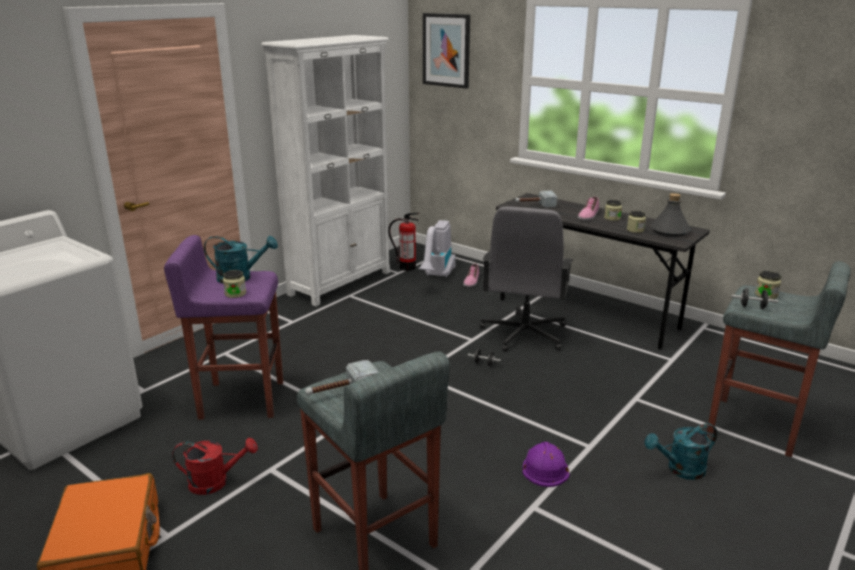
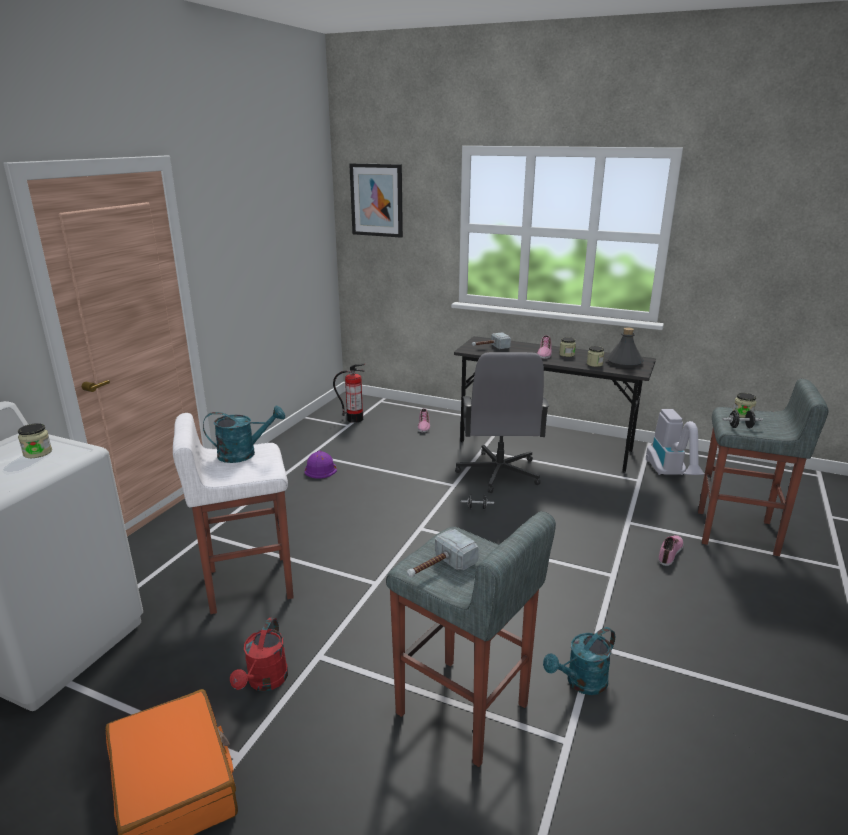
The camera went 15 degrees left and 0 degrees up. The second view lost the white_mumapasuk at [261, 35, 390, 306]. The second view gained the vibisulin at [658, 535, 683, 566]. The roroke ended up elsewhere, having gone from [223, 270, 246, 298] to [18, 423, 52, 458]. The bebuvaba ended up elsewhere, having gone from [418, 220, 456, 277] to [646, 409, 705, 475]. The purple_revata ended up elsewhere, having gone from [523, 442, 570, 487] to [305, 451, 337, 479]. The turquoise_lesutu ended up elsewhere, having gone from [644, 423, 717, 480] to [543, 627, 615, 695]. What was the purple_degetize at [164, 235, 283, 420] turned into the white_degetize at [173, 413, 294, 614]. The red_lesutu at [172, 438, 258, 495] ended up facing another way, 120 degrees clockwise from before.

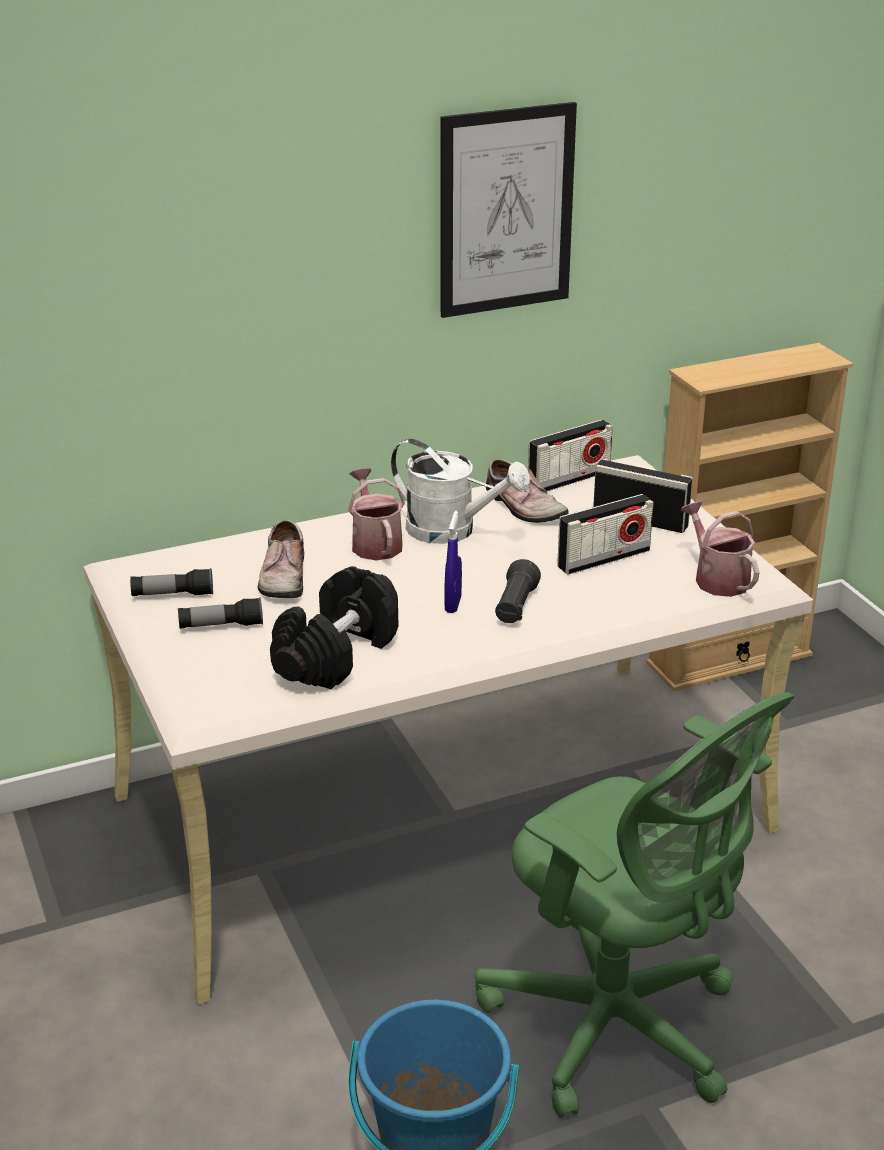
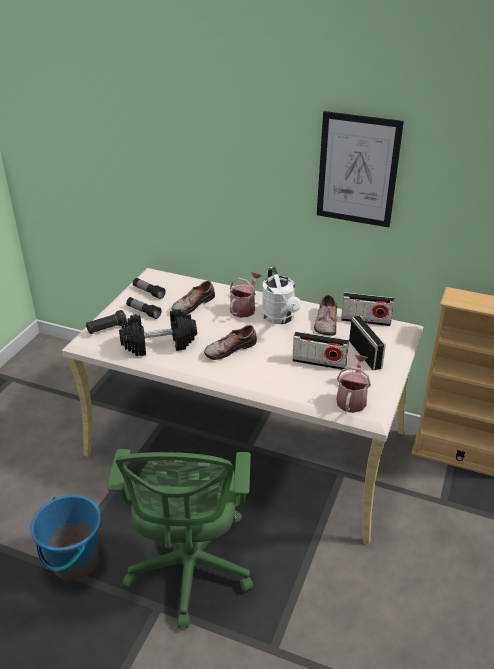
The camera went 45 degrees right and 5 degrees up. The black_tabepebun ended up elsewhere, having gone from [495, 559, 541, 623] to [86, 310, 127, 334]. Where the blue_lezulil stood at [444, 511, 462, 613], the vibisulin came to stand at [204, 325, 257, 360].

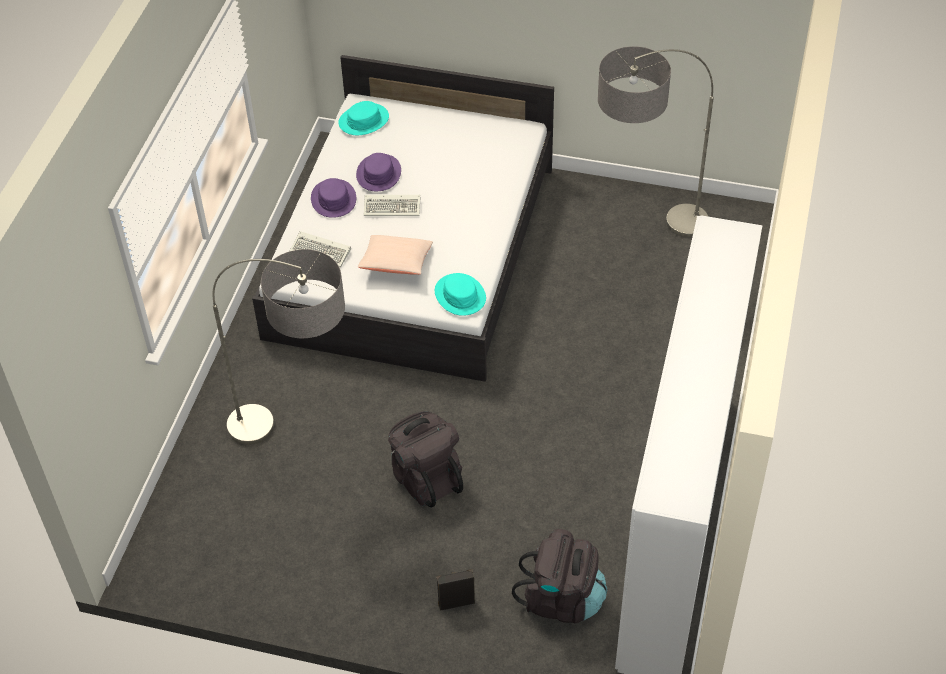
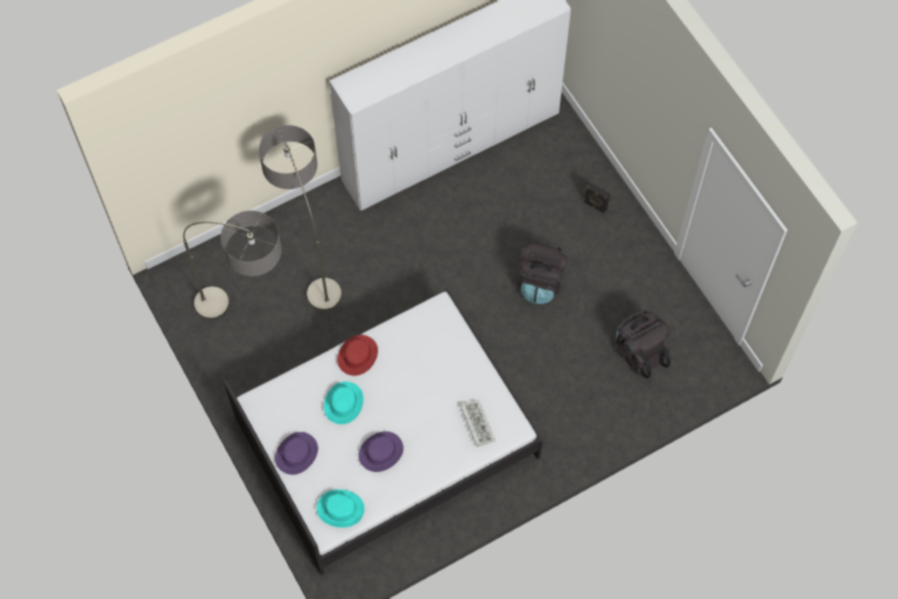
The camera went 135 degrees left and 15 degrees up. The second view lost the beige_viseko at [358, 235, 433, 275]. The second view lost the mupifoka at [364, 195, 420, 216]. The second view gained the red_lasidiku at [337, 335, 378, 376]. The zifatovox ended up elsewhere, having gone from [213, 249, 345, 445] to [259, 125, 342, 311]. The purple_lasidiku ended up elsewhere, having gone from [311, 178, 356, 218] to [275, 432, 318, 475]. The turquoise_lasidiku ended up elsewhere, having gone from [435, 273, 486, 316] to [324, 382, 364, 424]. The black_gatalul ended up elsewhere, having gone from [512, 529, 607, 623] to [616, 310, 670, 378].

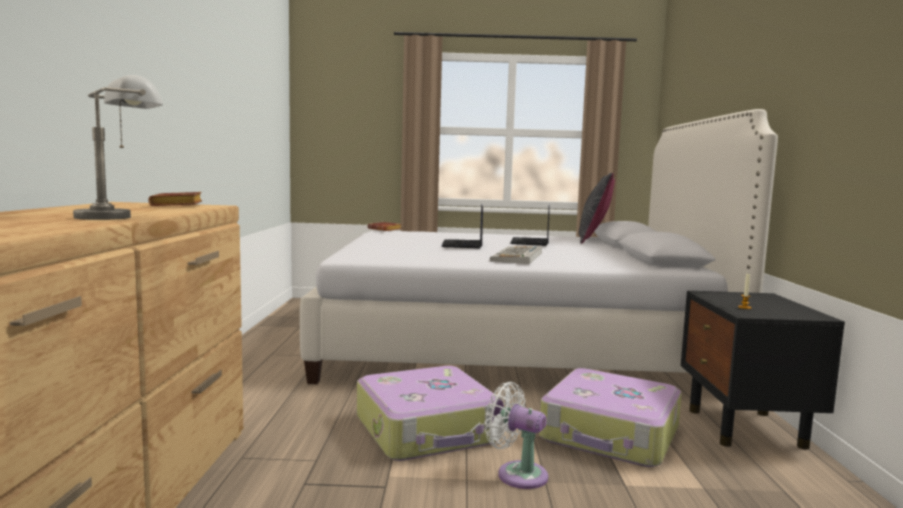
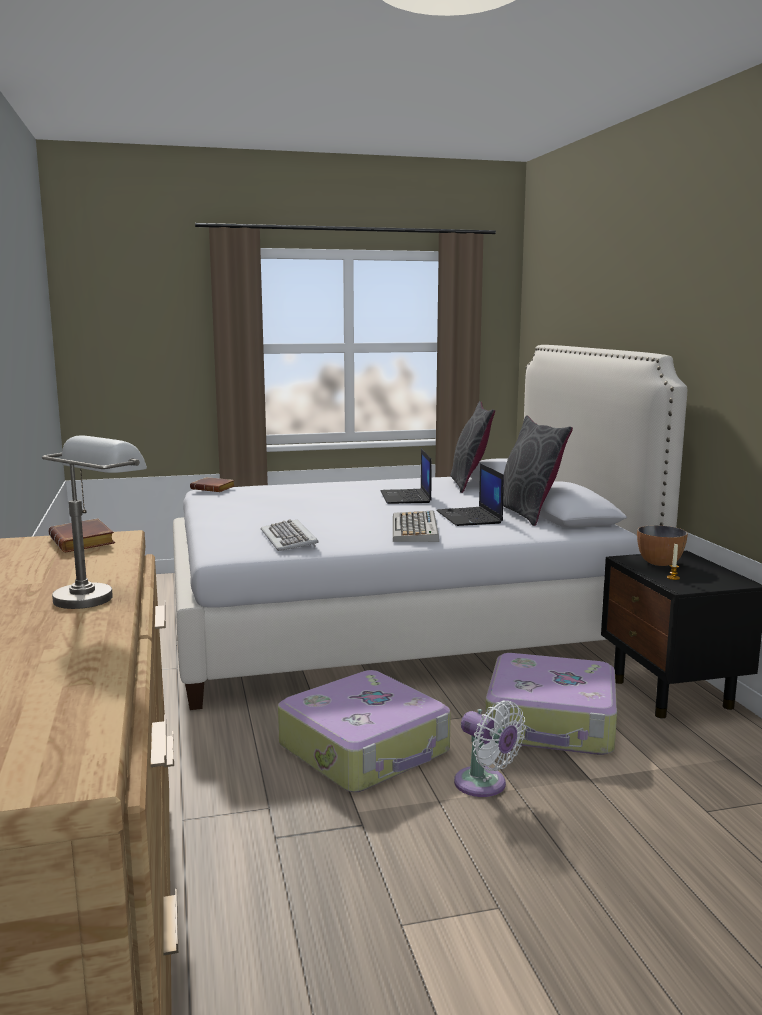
The camera went 15 degrees left and 5 degrees up. The second view gained the mupifoka at [261, 519, 319, 551]. The second view gained the grey_viseko at [503, 415, 573, 526]. The second view gained the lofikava at [637, 525, 688, 566]. The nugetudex ended up elsewhere, having gone from [441, 204, 483, 249] to [436, 463, 504, 526]. The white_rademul at [485, 382, 548, 489] ended up facing another way, 150 degrees counterclockwise from before.

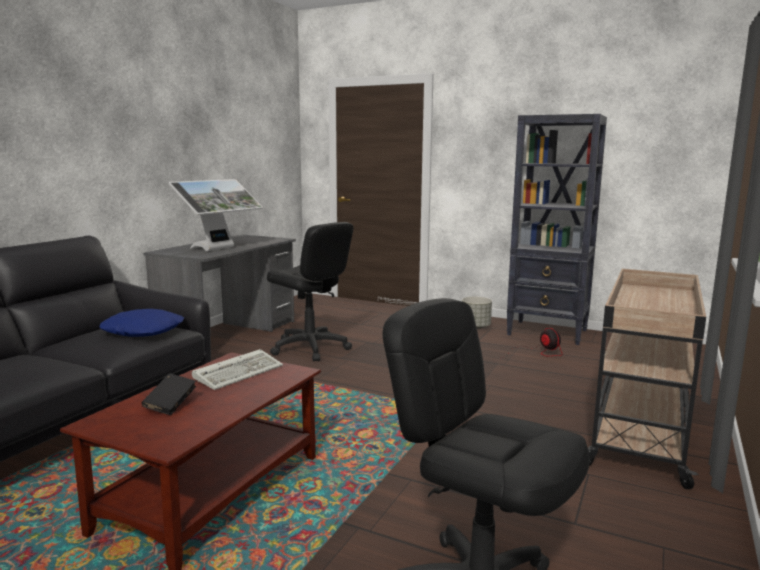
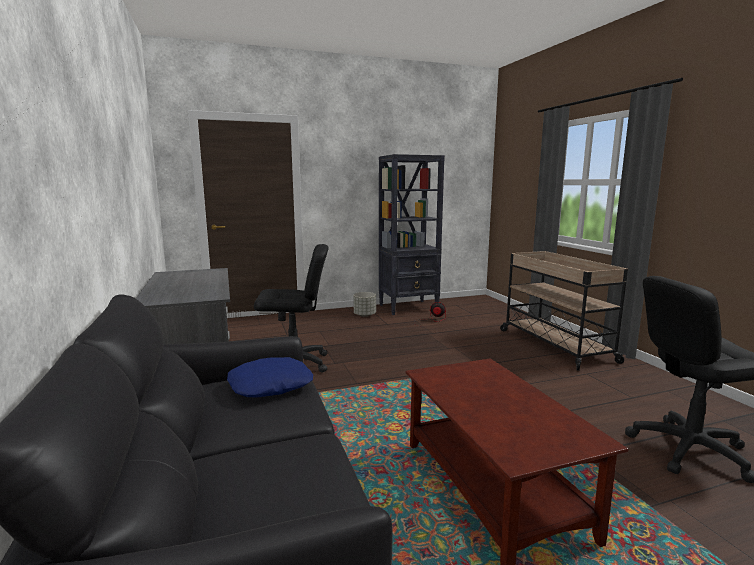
The camera went 45 degrees left and 0 degrees up. The second view lost the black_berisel at [142, 374, 196, 415]. The second view lost the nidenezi at [168, 179, 263, 251]. The second view lost the mupifoka at [192, 349, 283, 390].

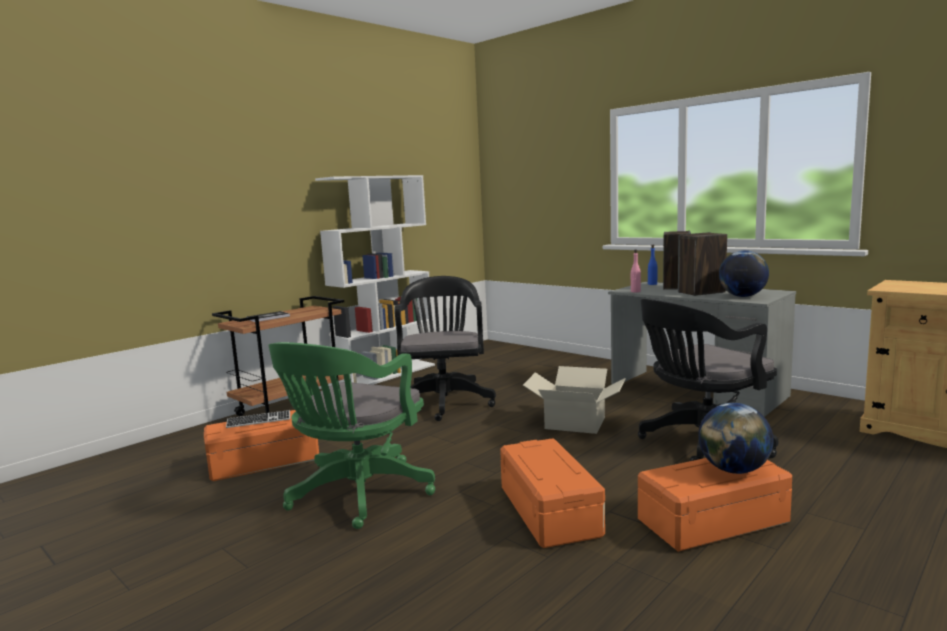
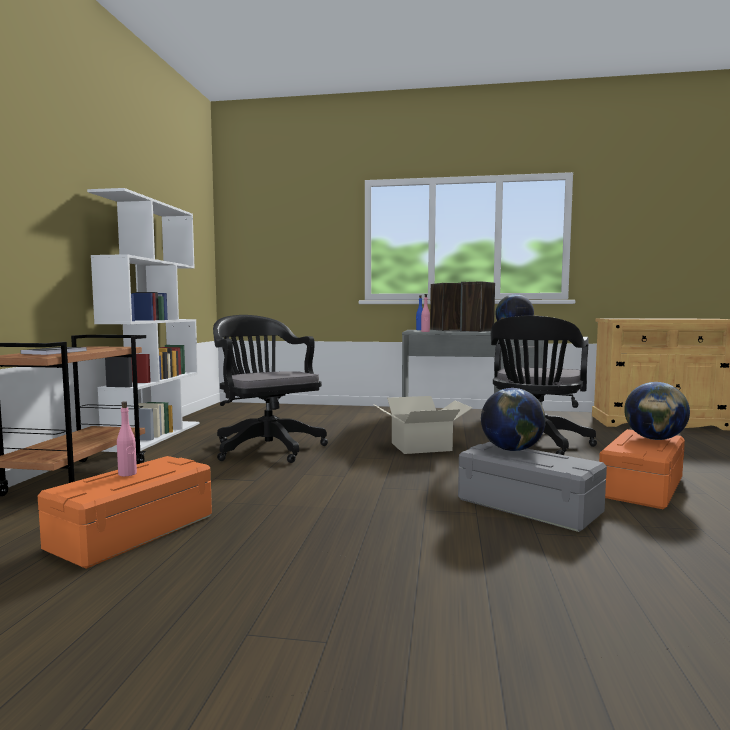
The camera went 35 degrees left and 5 degrees down. The second view lost the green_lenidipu at [268, 342, 435, 529]. The second view gained the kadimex at [481, 388, 546, 451]. Where the mupifoka stood at [226, 410, 290, 428], the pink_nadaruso came to stand at [117, 401, 137, 476]. What was the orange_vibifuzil at [500, 438, 605, 548] turned into the grey_vibifuzil at [458, 442, 607, 532].

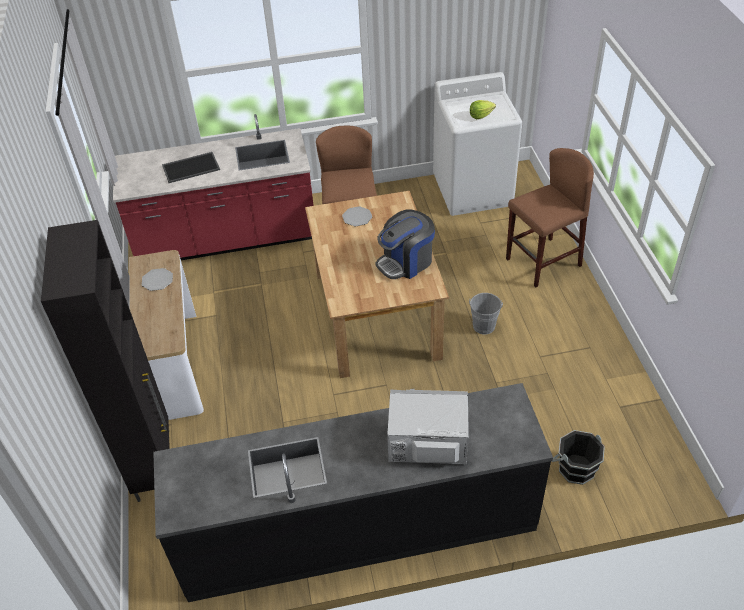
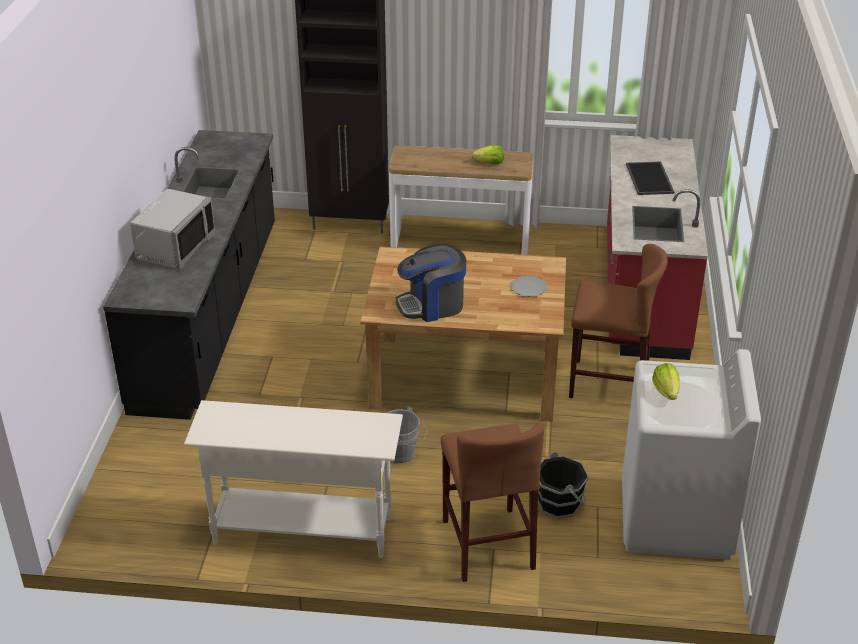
The camera went 105 degrees right and 10 degrees down. The second view gained the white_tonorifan at [184, 400, 403, 558]. The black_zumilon ended up elsewhere, having gone from [552, 430, 605, 485] to [538, 452, 589, 519]. Where the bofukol stood at [142, 268, 173, 291], the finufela came to stand at [472, 145, 504, 164]. The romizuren at [376, 209, 435, 279] ended up facing another way, 90 degrees counterclockwise from before.

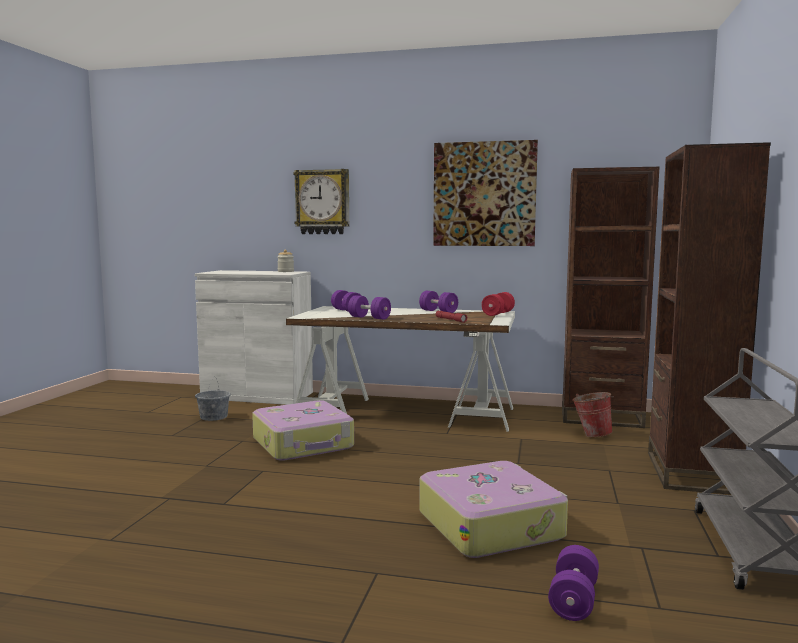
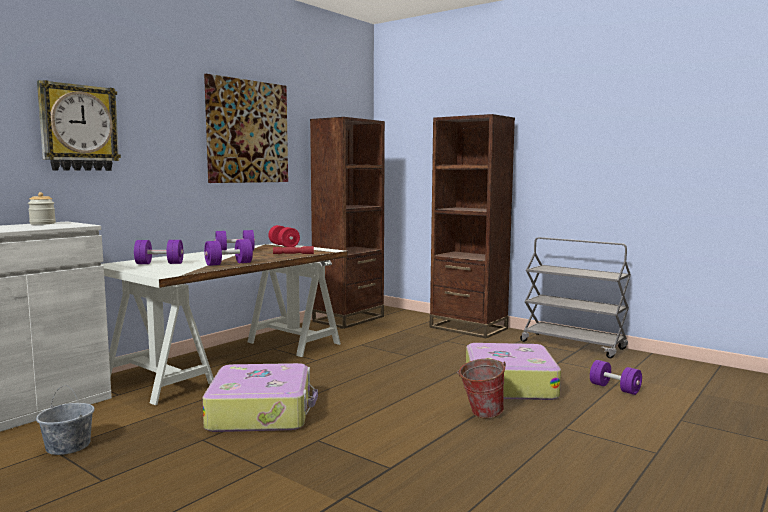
The camera went 65 degrees left and 0 degrees up. The zumilon ended up elsewhere, having gone from [572, 392, 613, 437] to [457, 359, 506, 418].

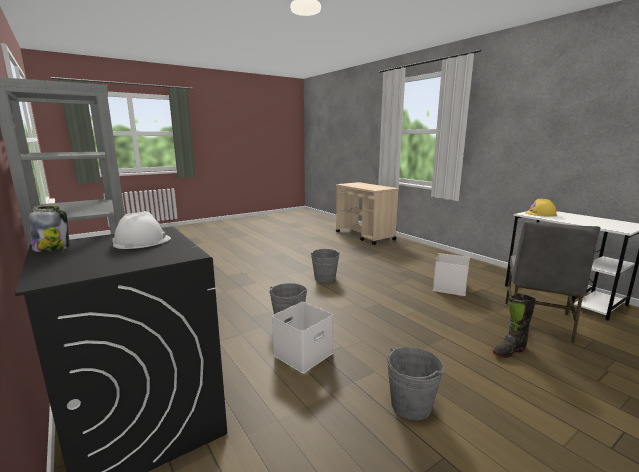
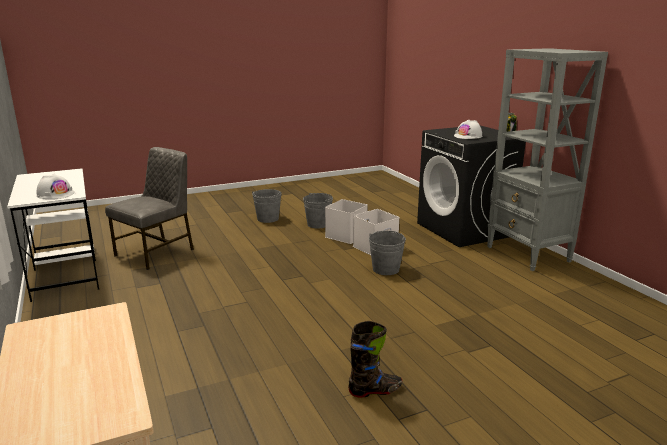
The camera went 170 degrees left and 5 degrees up. The grey_zumilon ended up elsewhere, having gone from [311, 249, 340, 283] to [252, 189, 282, 223]. The white_vibifuzil ended up elsewhere, having gone from [433, 253, 470, 296] to [325, 199, 368, 244]. The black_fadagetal ended up elsewhere, having gone from [492, 293, 536, 358] to [348, 321, 402, 398]. What was the yellow_revata at [525, 199, 557, 217] turned into the white_revata at [36, 173, 74, 199].

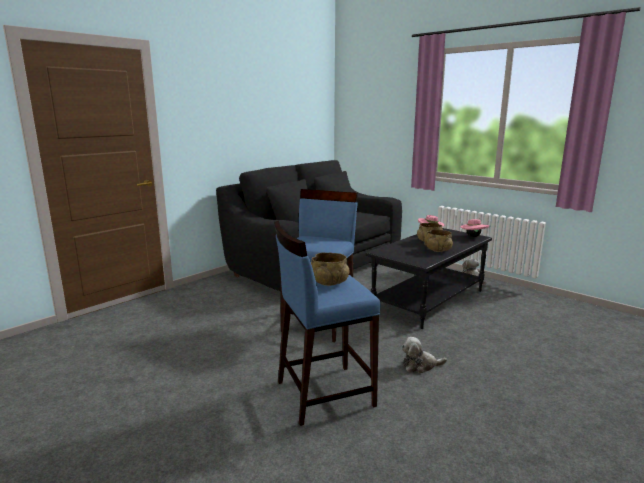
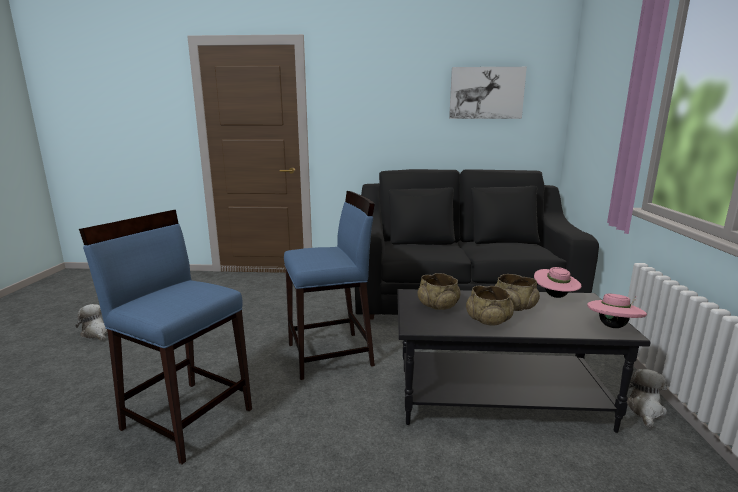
The camera went 50 degrees right and 0 degrees up. The second view gained the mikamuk at [449, 67, 527, 119]. The beige_lofikava ended up elsewhere, having gone from [311, 253, 350, 286] to [418, 273, 460, 310]. The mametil ended up elsewhere, having gone from [401, 337, 447, 373] to [75, 304, 107, 341].

